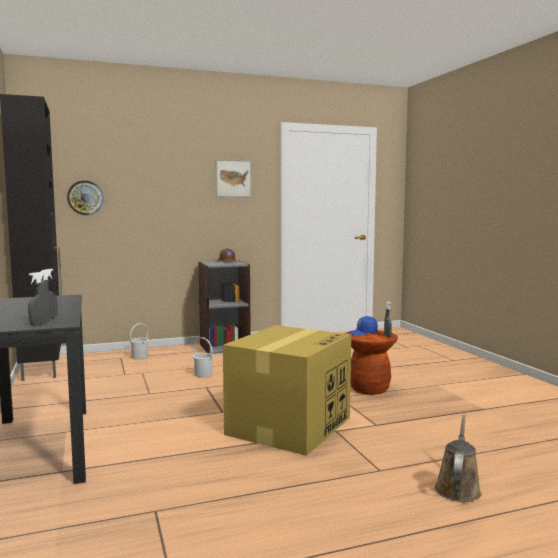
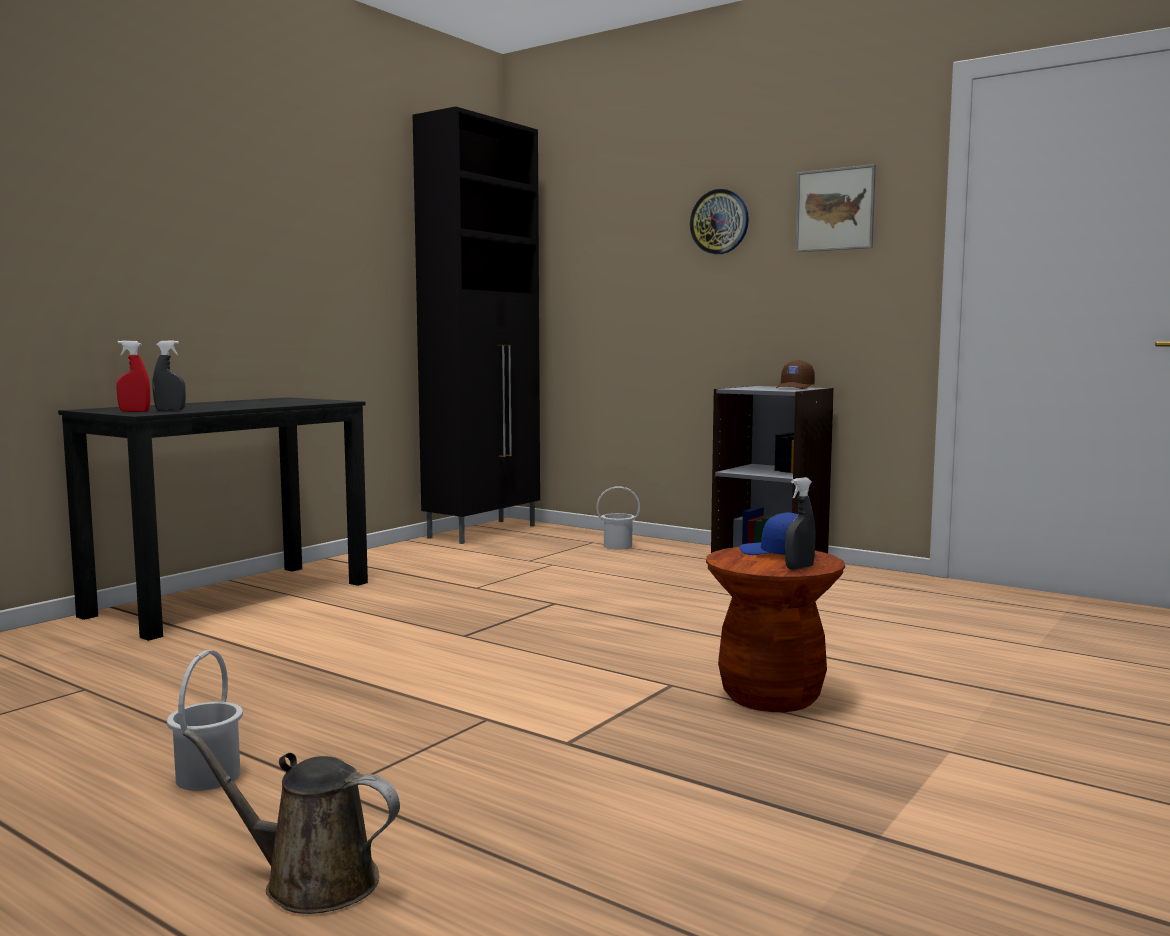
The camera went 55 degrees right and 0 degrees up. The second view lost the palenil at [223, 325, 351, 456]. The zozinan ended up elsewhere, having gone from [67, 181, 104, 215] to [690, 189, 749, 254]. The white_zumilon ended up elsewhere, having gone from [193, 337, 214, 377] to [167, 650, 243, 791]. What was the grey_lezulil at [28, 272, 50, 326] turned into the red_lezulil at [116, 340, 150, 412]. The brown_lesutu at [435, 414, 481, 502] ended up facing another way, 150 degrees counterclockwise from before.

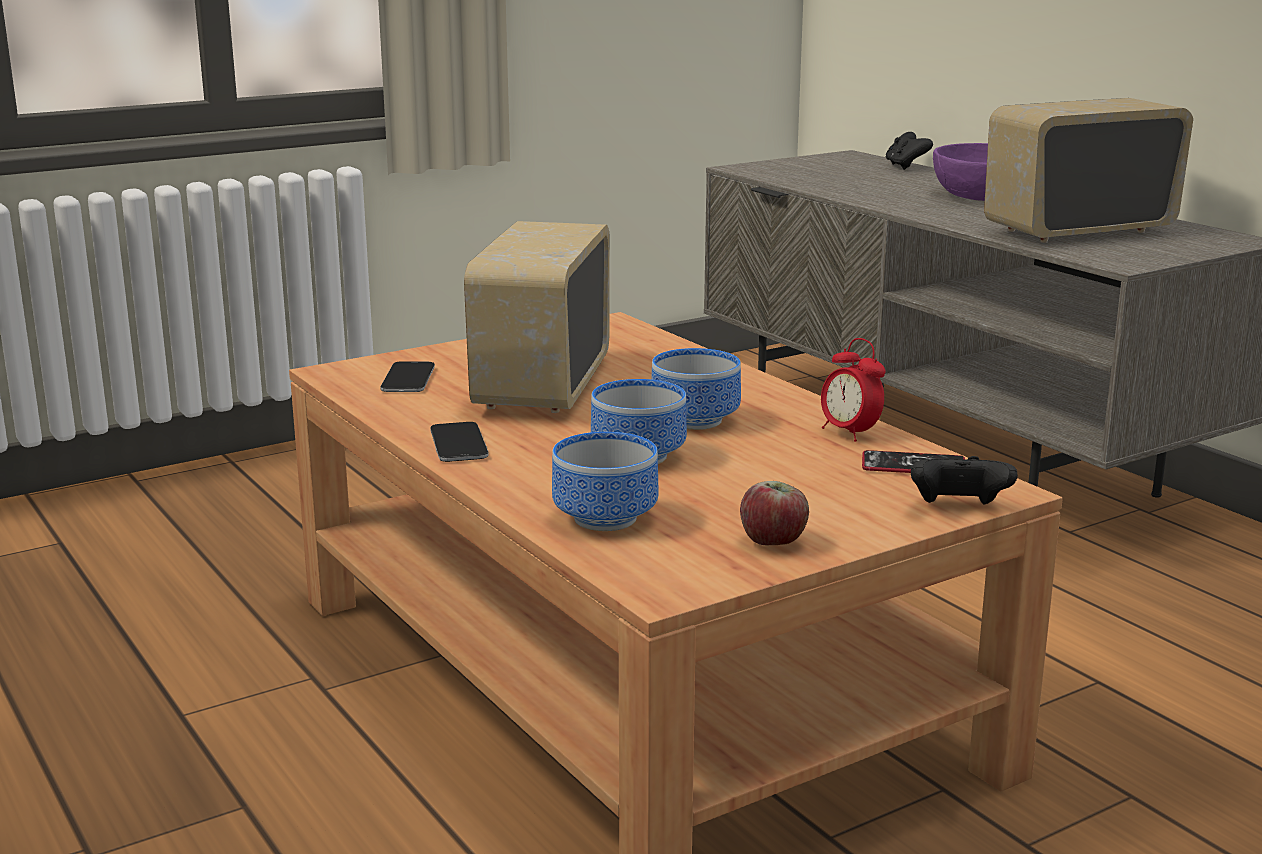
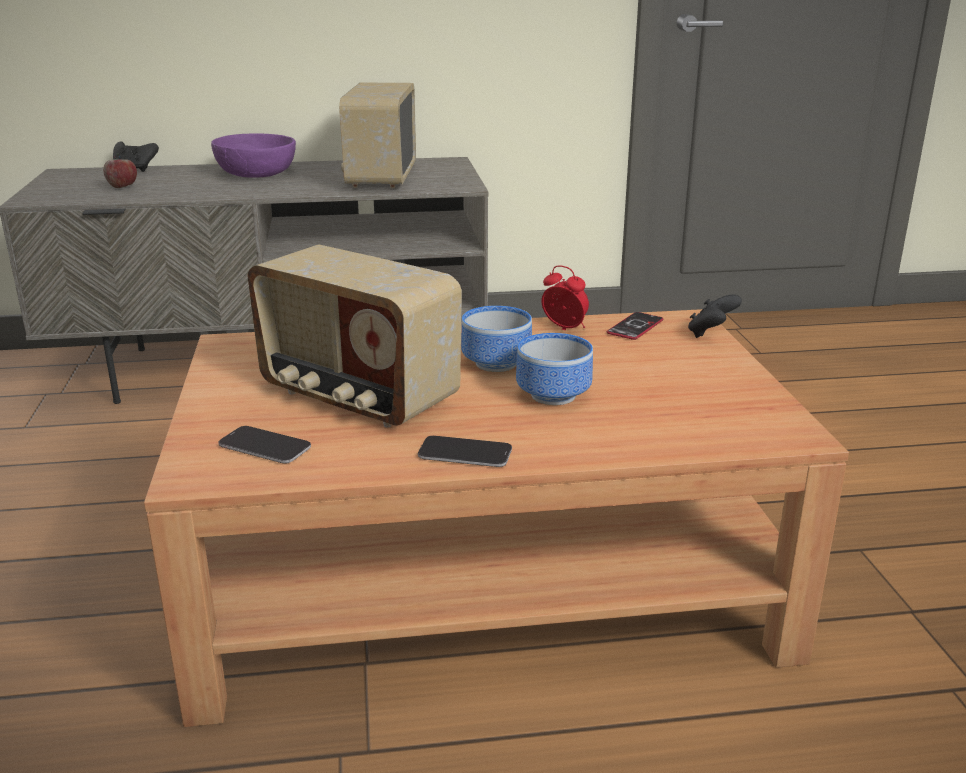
The camera went 65 degrees left and 5 degrees up. The second view lost the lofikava at [552, 432, 659, 531]. The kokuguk ended up elsewhere, having gone from [740, 481, 809, 545] to [103, 159, 137, 188]. The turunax at [821, 338, 886, 442] ended up facing another way, 135 degrees counterclockwise from before.

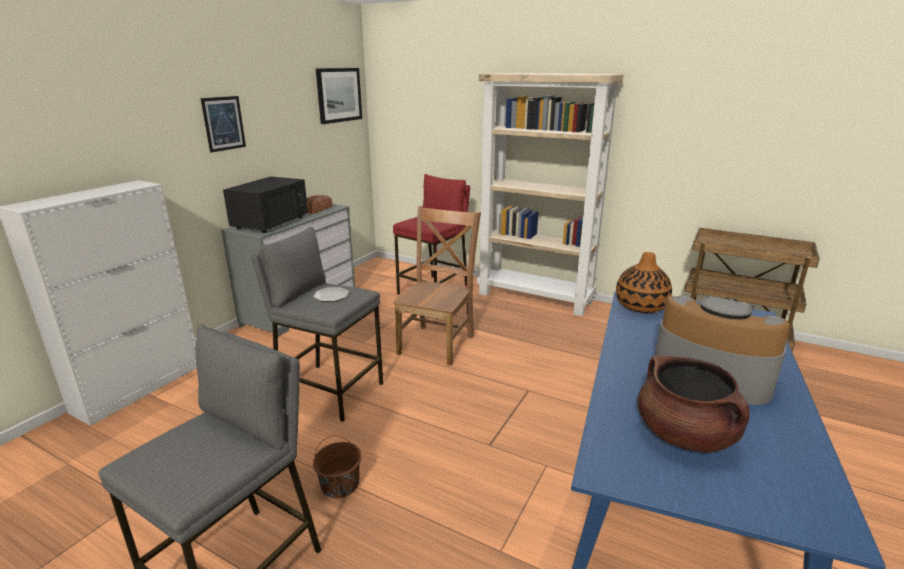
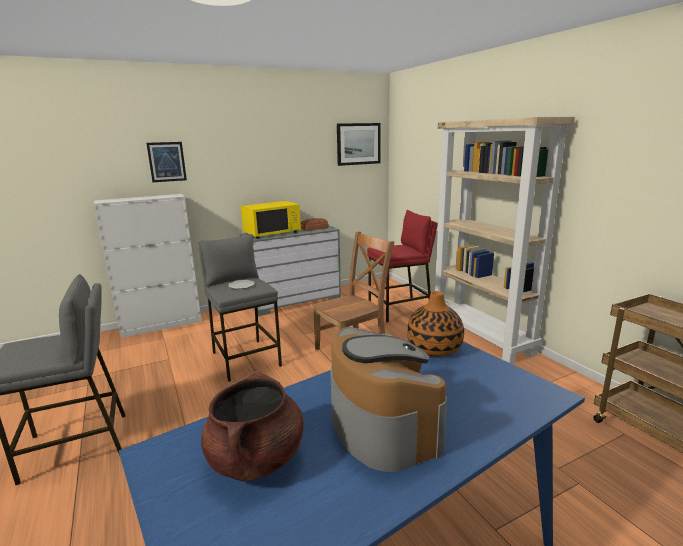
The camera went 35 degrees right and 5 degrees down. The second view lost the brown_zumilon at [313, 435, 362, 498]. The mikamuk ended up elsewhere, having gone from [201, 96, 246, 152] to [146, 142, 187, 182]. What was the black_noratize at [223, 176, 308, 233] turned into the yellow_noratize at [241, 201, 301, 239].

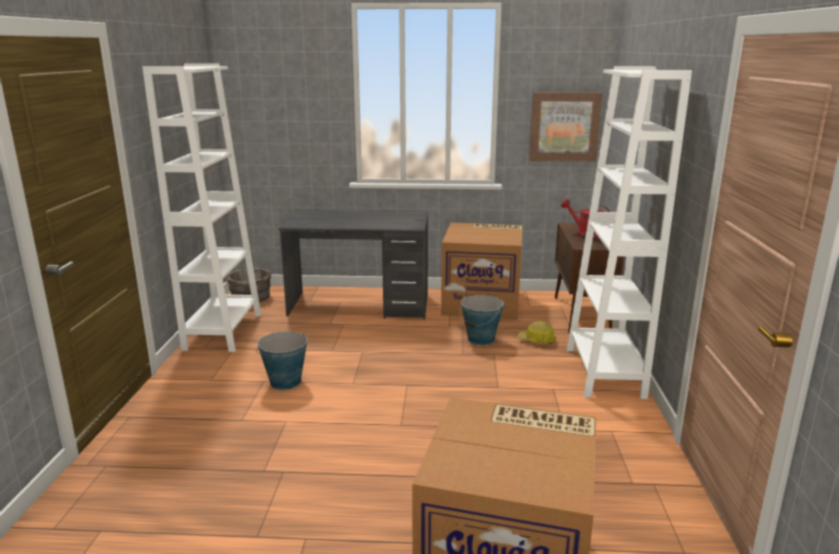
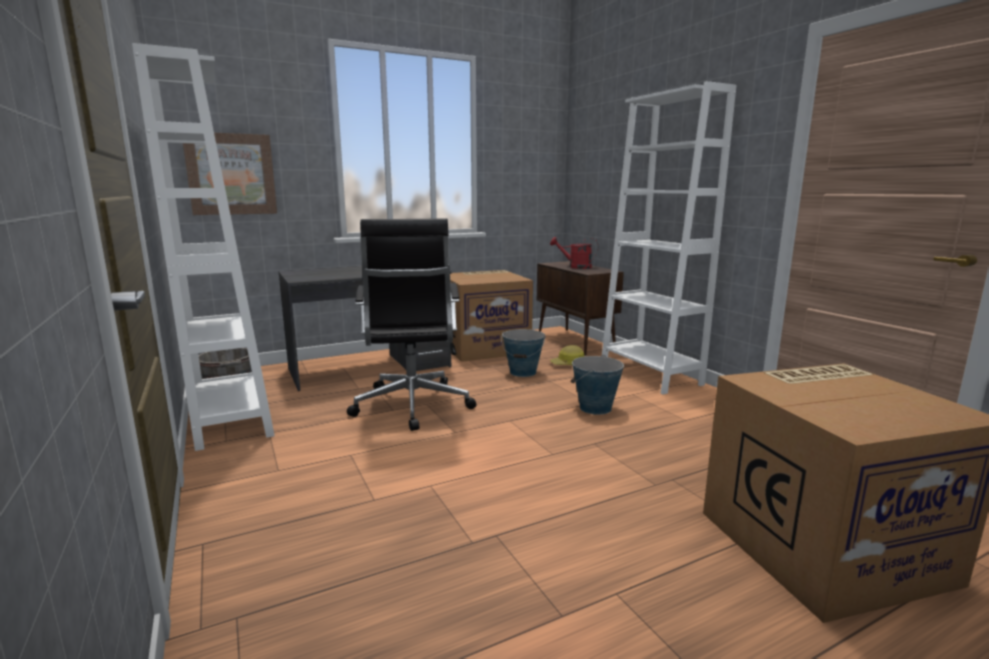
The camera went 30 degrees left and 5 degrees down. The second view gained the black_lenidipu at [347, 218, 476, 431]. The zumilon ended up elsewhere, having gone from [256, 331, 308, 390] to [571, 355, 624, 415]. The mikamuk ended up elsewhere, having gone from [529, 92, 602, 161] to [183, 133, 277, 215].

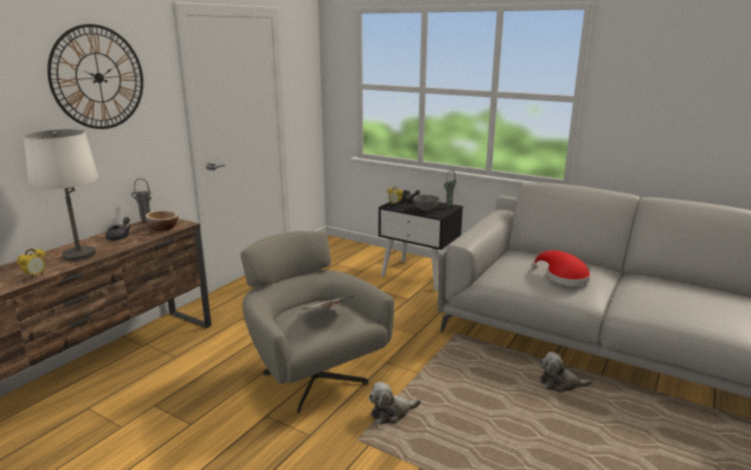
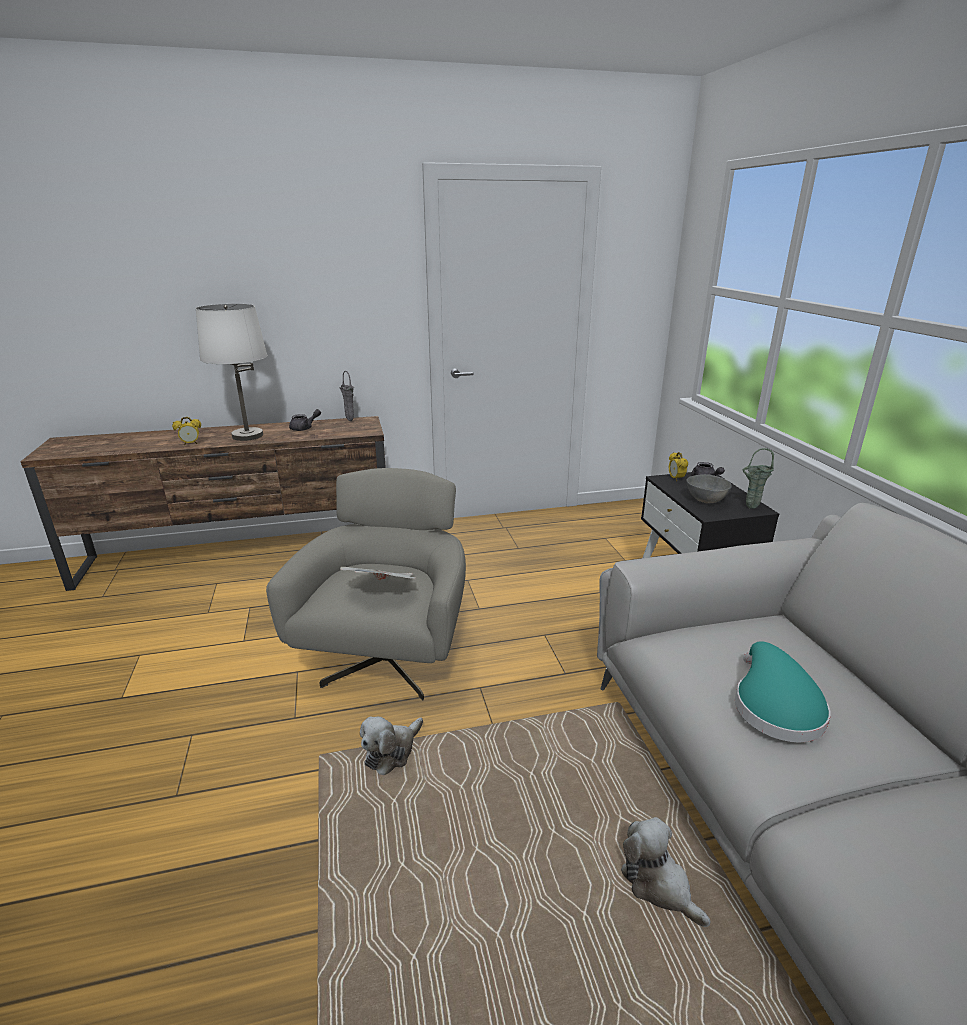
The camera went 45 degrees right and 5 degrees up. The second view lost the zozinan at [47, 24, 143, 129]. The second view lost the lofikava at [145, 211, 178, 231]. What was the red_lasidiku at [531, 251, 591, 286] turned into the turquoise_lasidiku at [735, 641, 830, 742]. The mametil at [369, 382, 421, 424] ended up facing another way, 75 degrees counterclockwise from before.

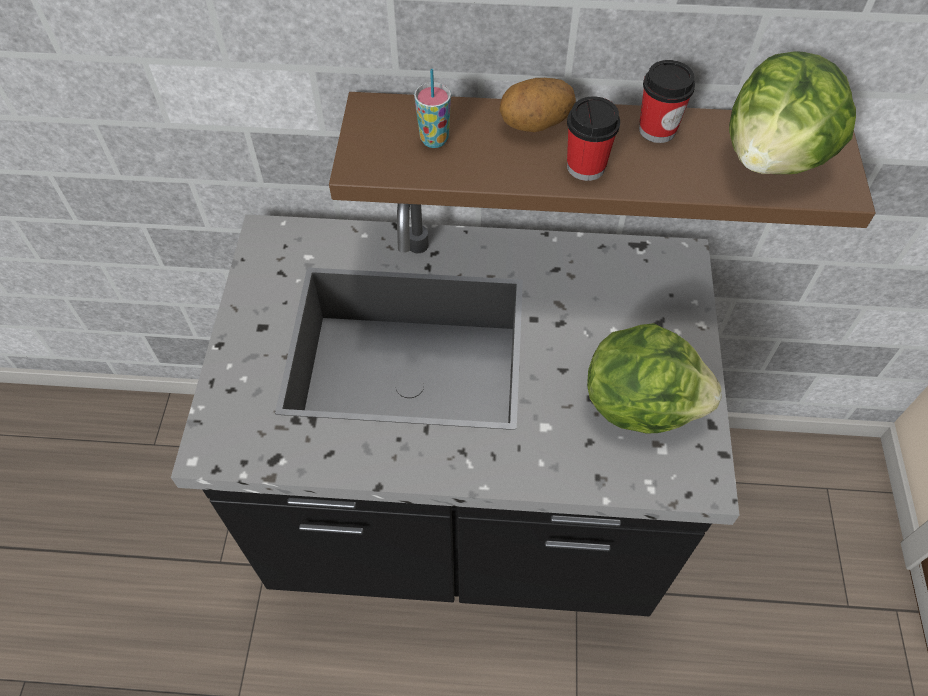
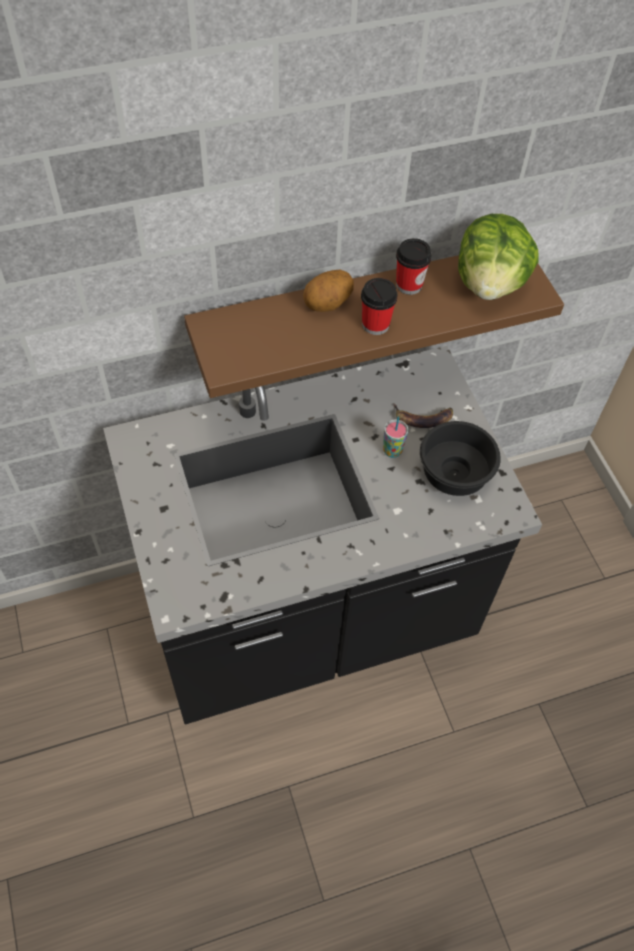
The camera went 25 degrees left and 0 degrees up. The second view gained the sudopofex at [393, 403, 453, 428]. The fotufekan ended up elsewhere, having gone from [414, 69, 451, 148] to [383, 417, 408, 458]. Where the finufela stood at [587, 323, 722, 433], the black_lofikava came to stand at [420, 421, 501, 496].

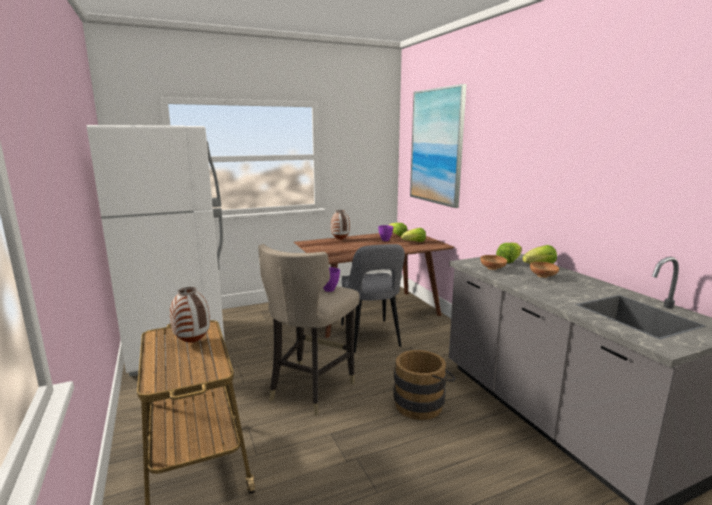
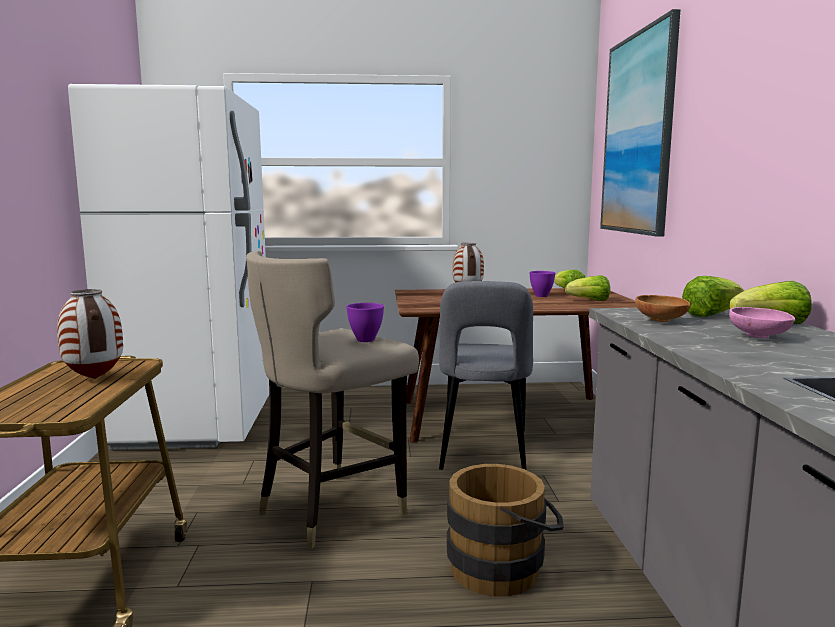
The camera went 20 degrees right and 5 degrees down. What was the brown_lofikava at [530, 262, 559, 278] turned into the pink_lofikava at [729, 307, 795, 338].

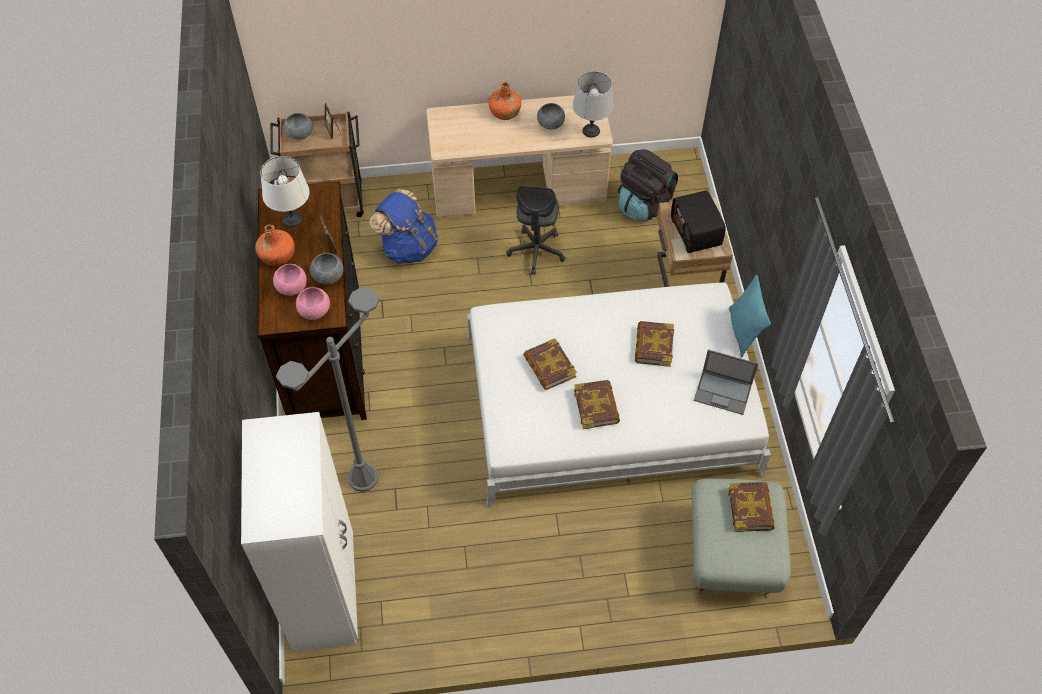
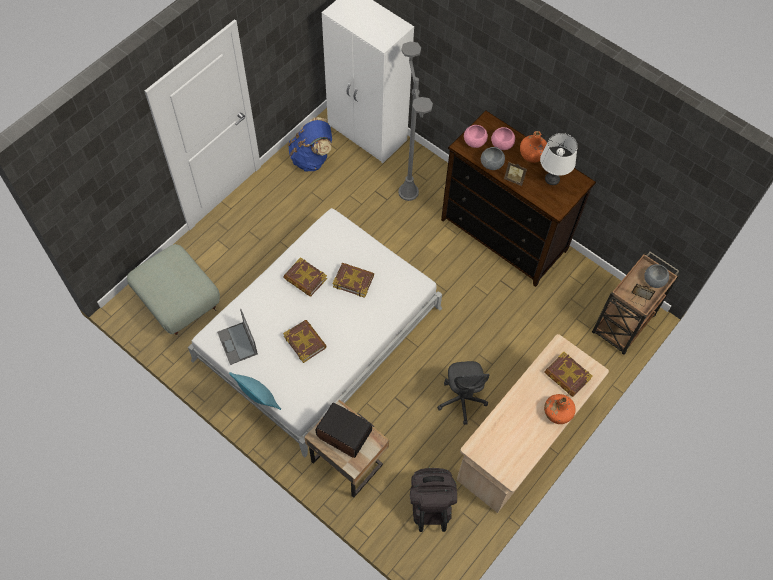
The camera went 135 degrees right and 5 degrees up. The second view lost the grey_lofikava at [537, 103, 565, 130]. The second view lost the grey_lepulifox at [573, 71, 614, 138]. The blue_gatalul ended up elsewhere, having gone from [369, 189, 438, 264] to [288, 117, 332, 172]. The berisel ended up elsewhere, having gone from [728, 482, 775, 532] to [544, 352, 592, 397]. The grey_lenidipu at [506, 186, 565, 275] ended up facing another way, 150 degrees counterclockwise from before. The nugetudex at [694, 349, 758, 415] ended up facing another way, 90 degrees counterclockwise from before.

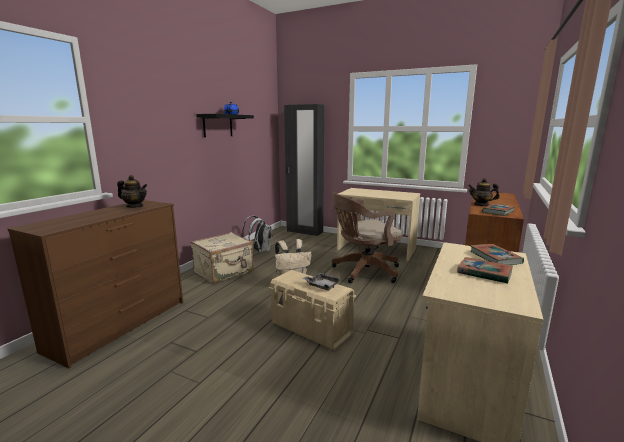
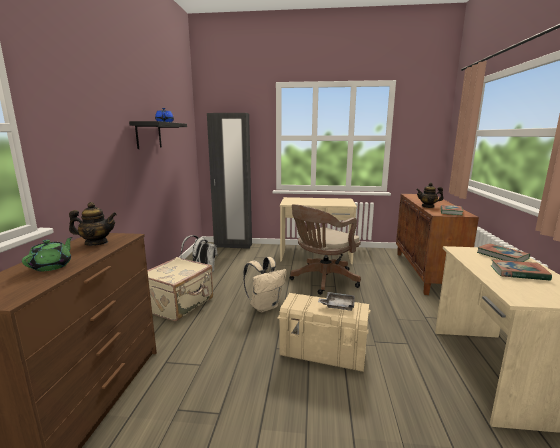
The camera went 20 degrees left and 0 degrees up. The second view gained the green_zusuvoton at [22, 237, 73, 271].

